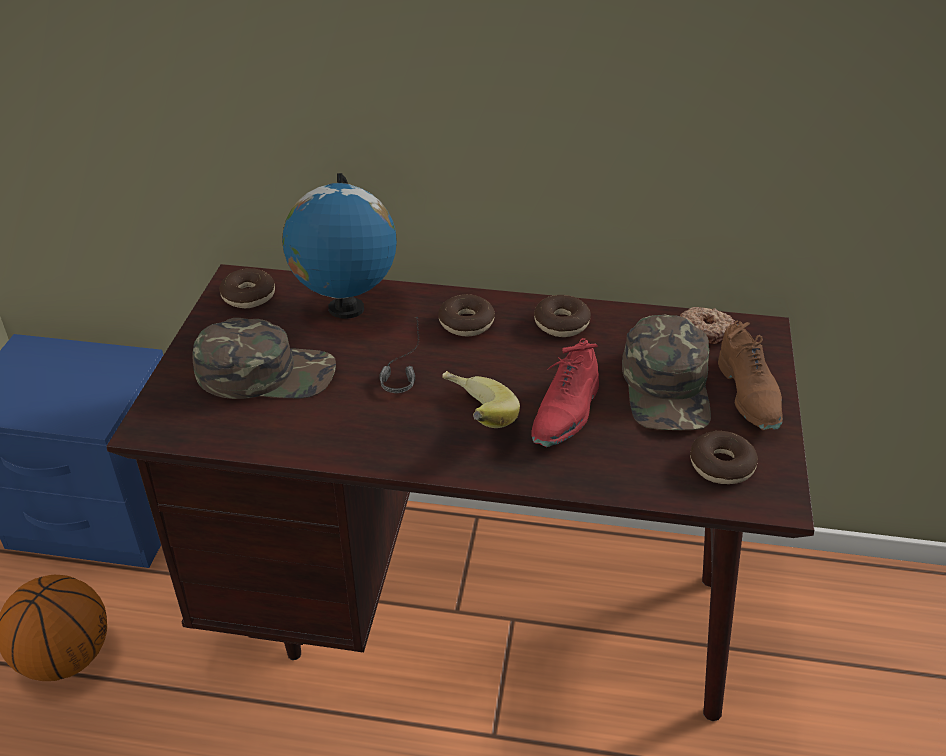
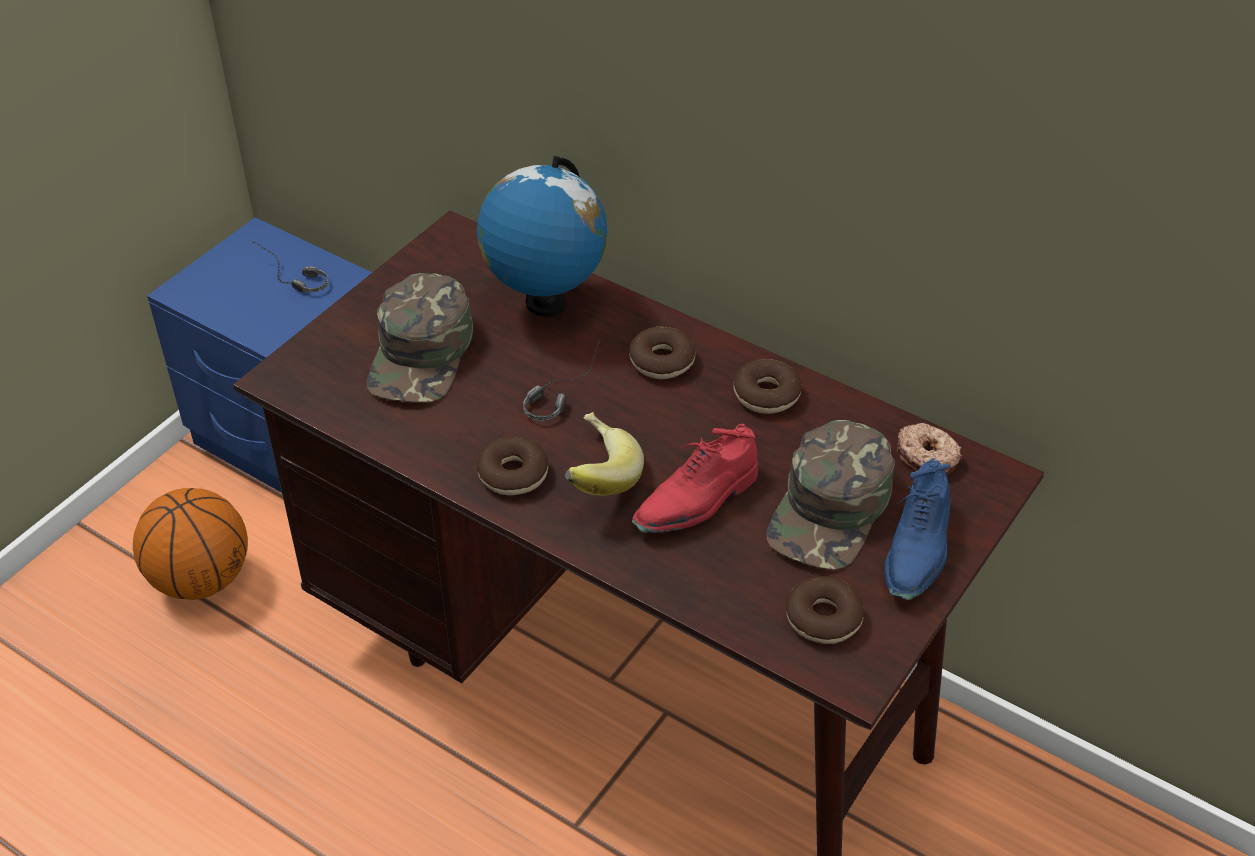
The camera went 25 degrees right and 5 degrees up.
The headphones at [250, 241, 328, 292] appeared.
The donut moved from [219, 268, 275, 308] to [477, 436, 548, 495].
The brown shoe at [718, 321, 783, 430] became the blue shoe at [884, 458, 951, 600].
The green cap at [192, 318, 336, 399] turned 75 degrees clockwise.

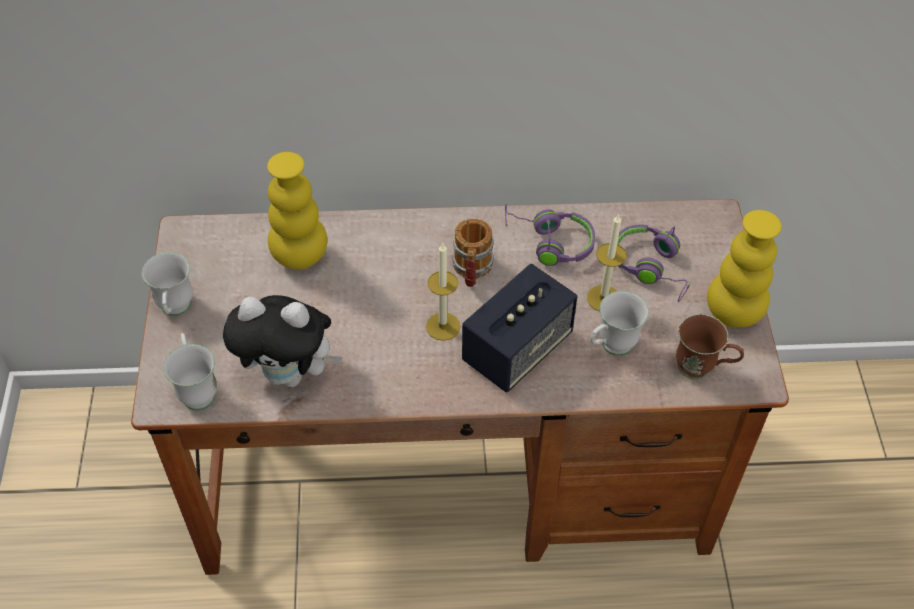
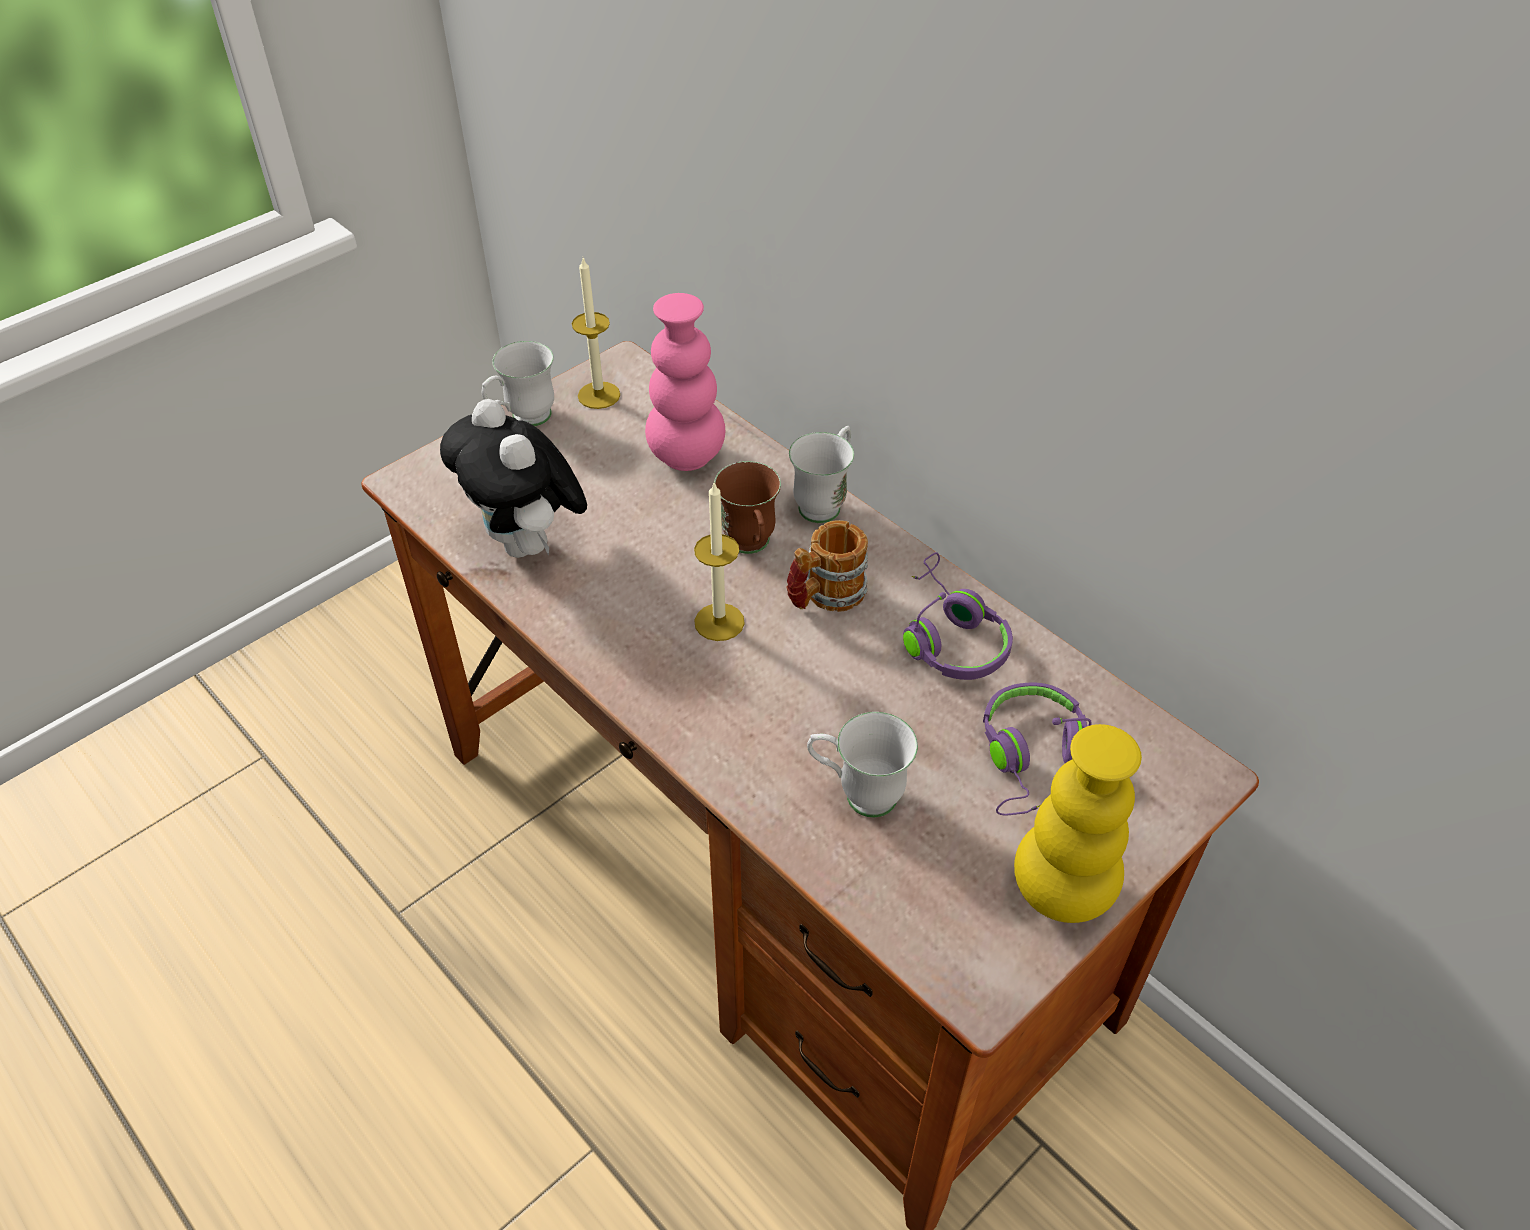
The camera went 50 degrees right and 5 degrees down.
The speaker at [462, 264, 577, 392] disappeared.
The white mug moved from [163, 333, 217, 410] to [789, 426, 854, 523].
The candle moved from [587, 214, 627, 311] to [572, 258, 620, 409].
The brown mug moved from [676, 314, 744, 380] to [714, 461, 781, 554].
The yellow vase at [267, 152, 327, 270] became the pink vase at [645, 293, 725, 471].

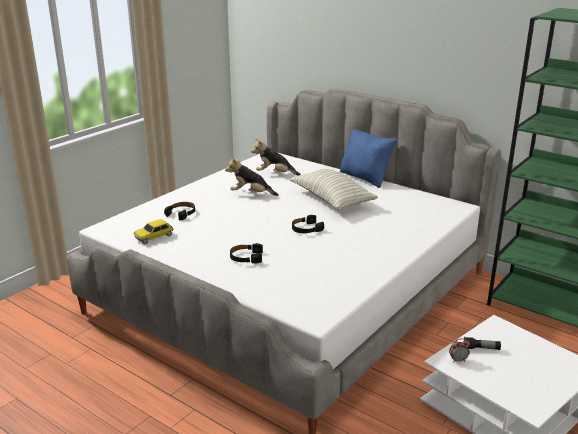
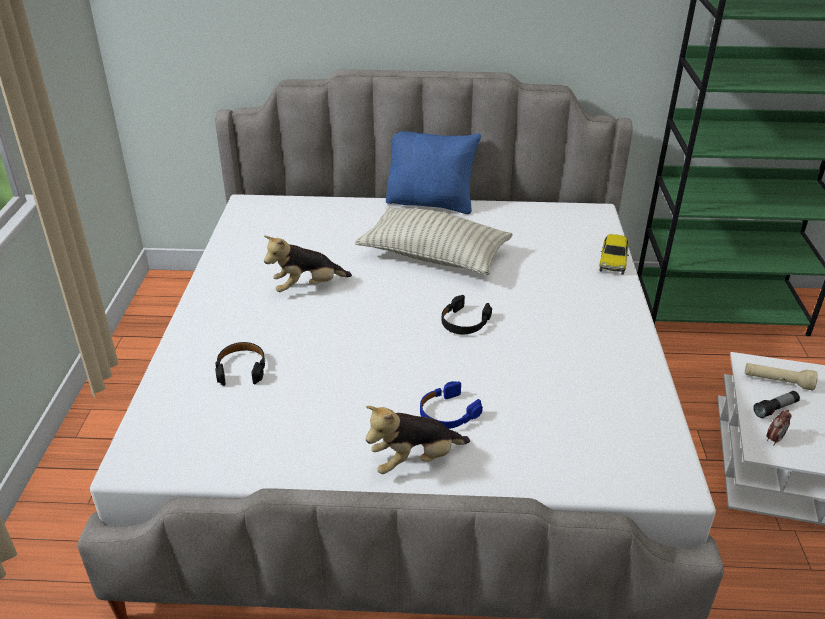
The camera went 35 degrees left and 10 degrees up.
The beige flashlight at [745, 363, 818, 390] appeared.
The toy car moved from [134, 219, 173, 244] to [599, 234, 629, 275].
The plush toy moved from [251, 139, 301, 176] to [366, 406, 470, 474].
The black headphones at [230, 243, 263, 264] became the blue headphones at [420, 381, 483, 429].

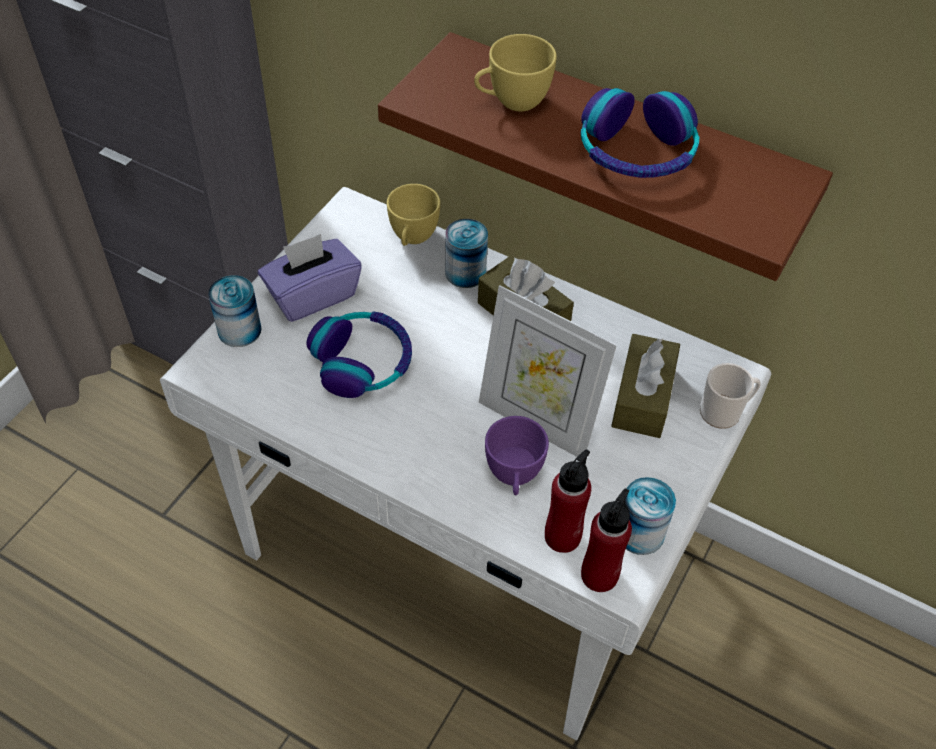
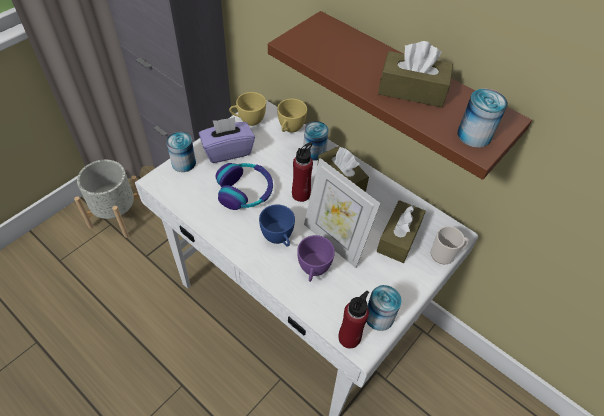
The camera went 10 degrees right and 0 degrees up.
The grey planter at [74, 160, 146, 238] appeared.
The blue cup at [259, 205, 295, 246] appeared.
The can at [457, 89, 508, 148] appeared.
The yellow cup moved from [474, 34, 557, 111] to [229, 92, 266, 126].
The red bottle moved from [545, 449, 592, 553] to [292, 142, 313, 202].
The headphones at [581, 88, 700, 178] was replaced by the brown tissue box at [378, 41, 453, 107].

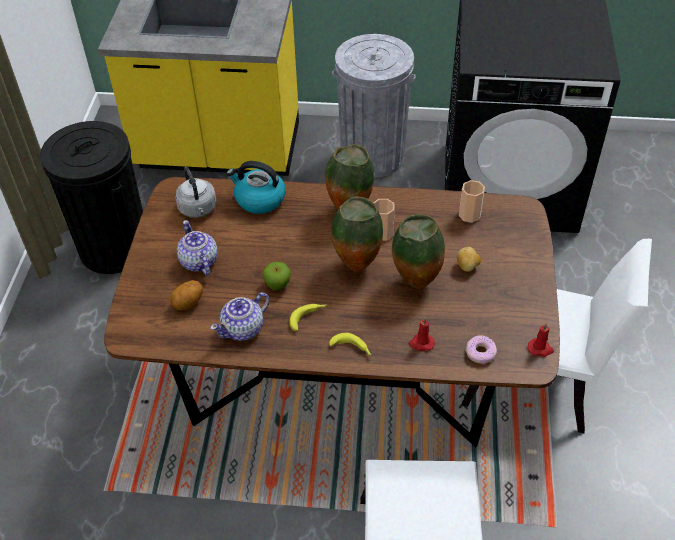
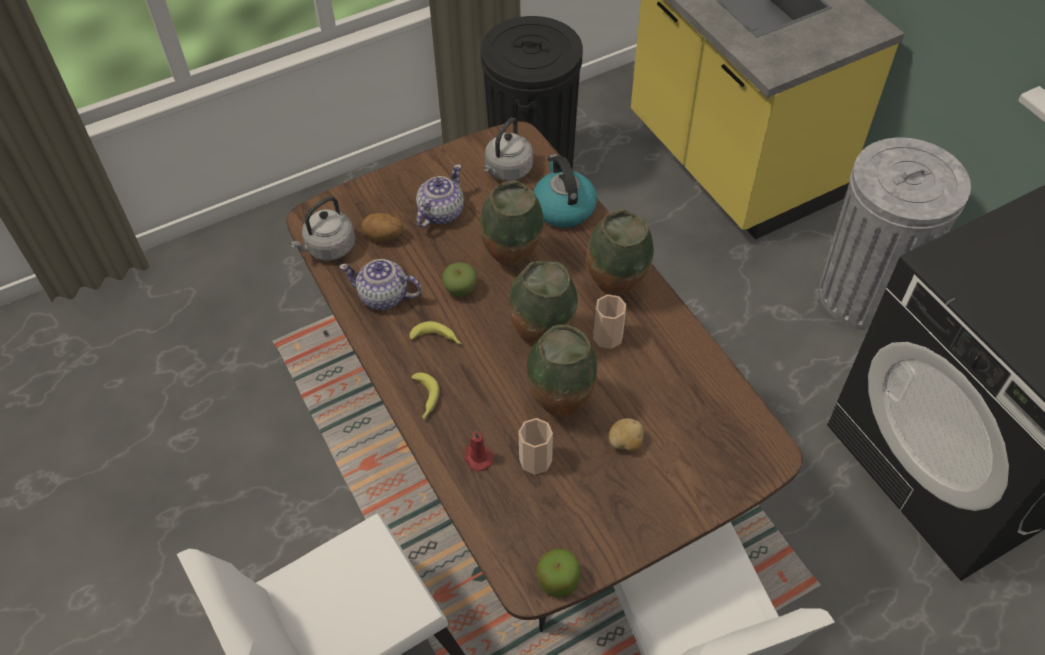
The camera went 55 degrees right and 5 degrees up.
The donut at [466, 336, 497, 364] disappeared.
The grey kettle at [290, 196, 355, 261] appeared.
The vase at [480, 180, 544, 266] appeared.
The cup moved from [459, 180, 485, 223] to [519, 418, 553, 475].
The red candle at [528, 323, 554, 357] was replaced by the apple at [537, 549, 580, 597].

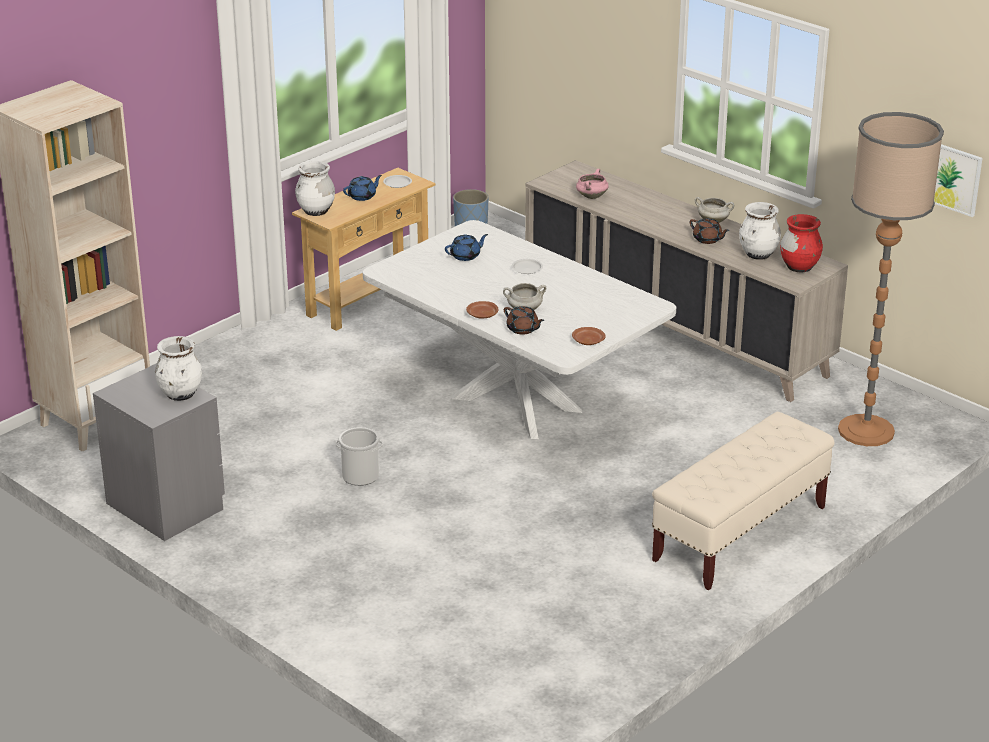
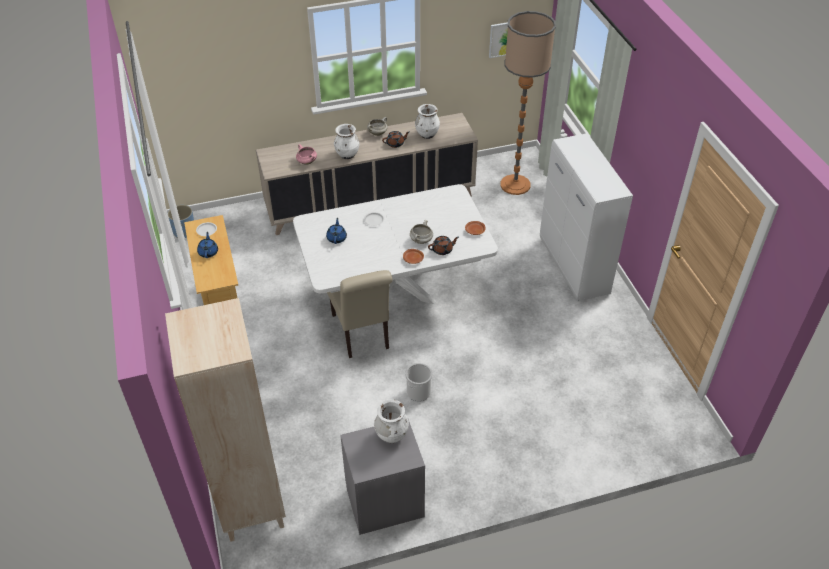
The camera went 60 degrees left and 15 degrees up.
The red vase at [780, 214, 823, 272] disappeared.
The beige chair at [327, 270, 392, 358] appeared.
The white vase moved from [295, 161, 335, 216] to [334, 124, 359, 159].
The beige bench at [652, 412, 835, 590] was replaced by the white cabinet at [540, 133, 633, 301].

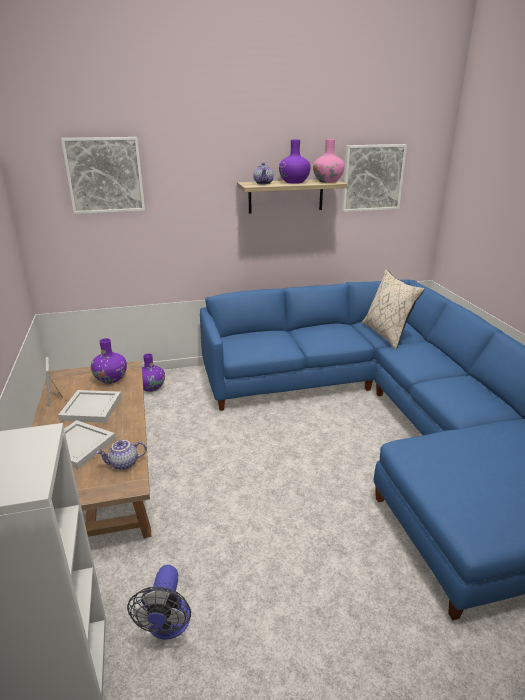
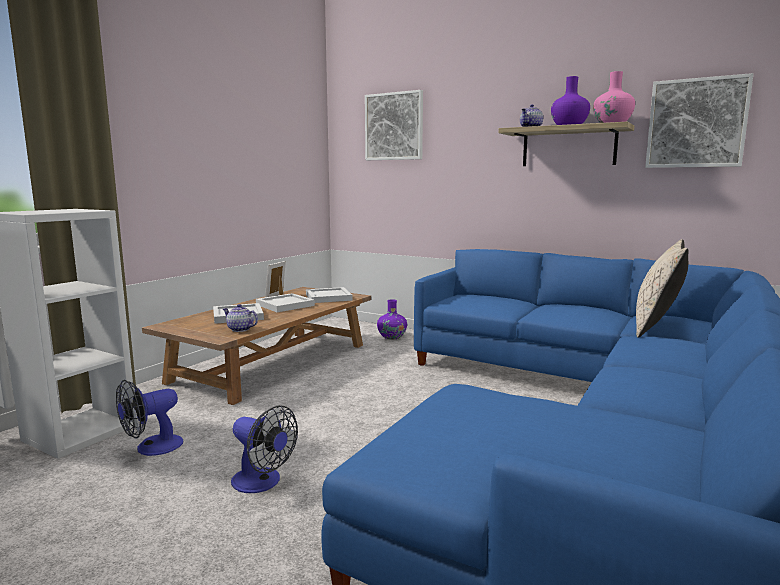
The camera went 45 degrees right and 15 degrees down.
The fan at [231, 405, 298, 493] appeared.
The purple vase at [91, 338, 127, 384] was replaced by the white tray at [306, 287, 352, 303].

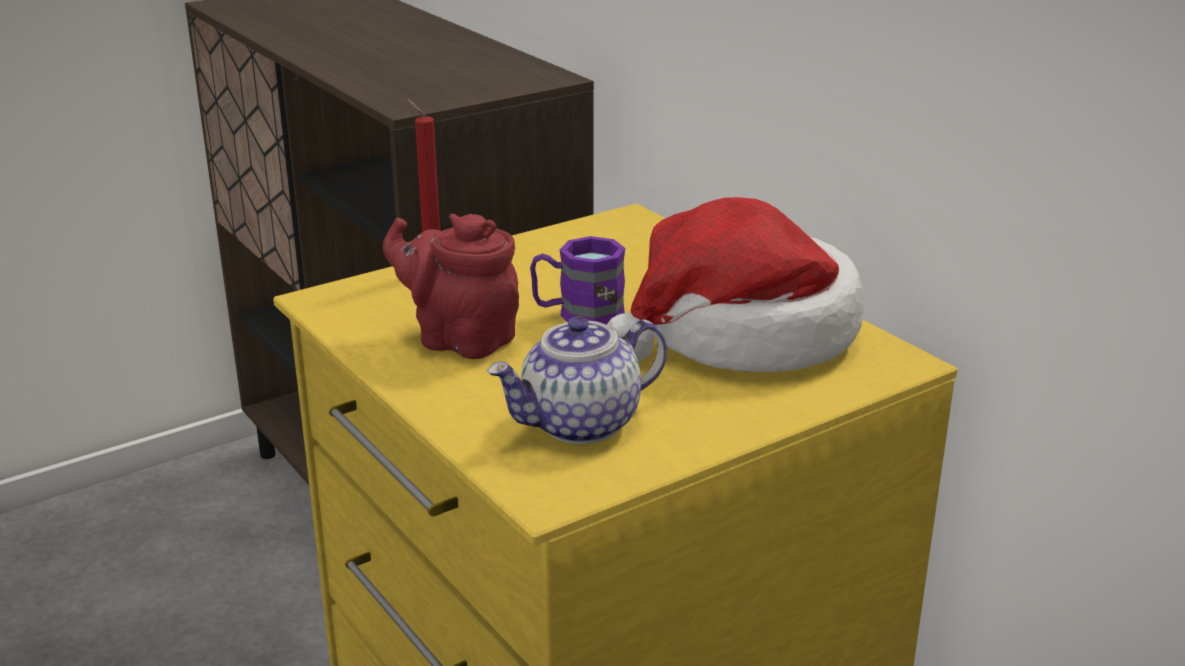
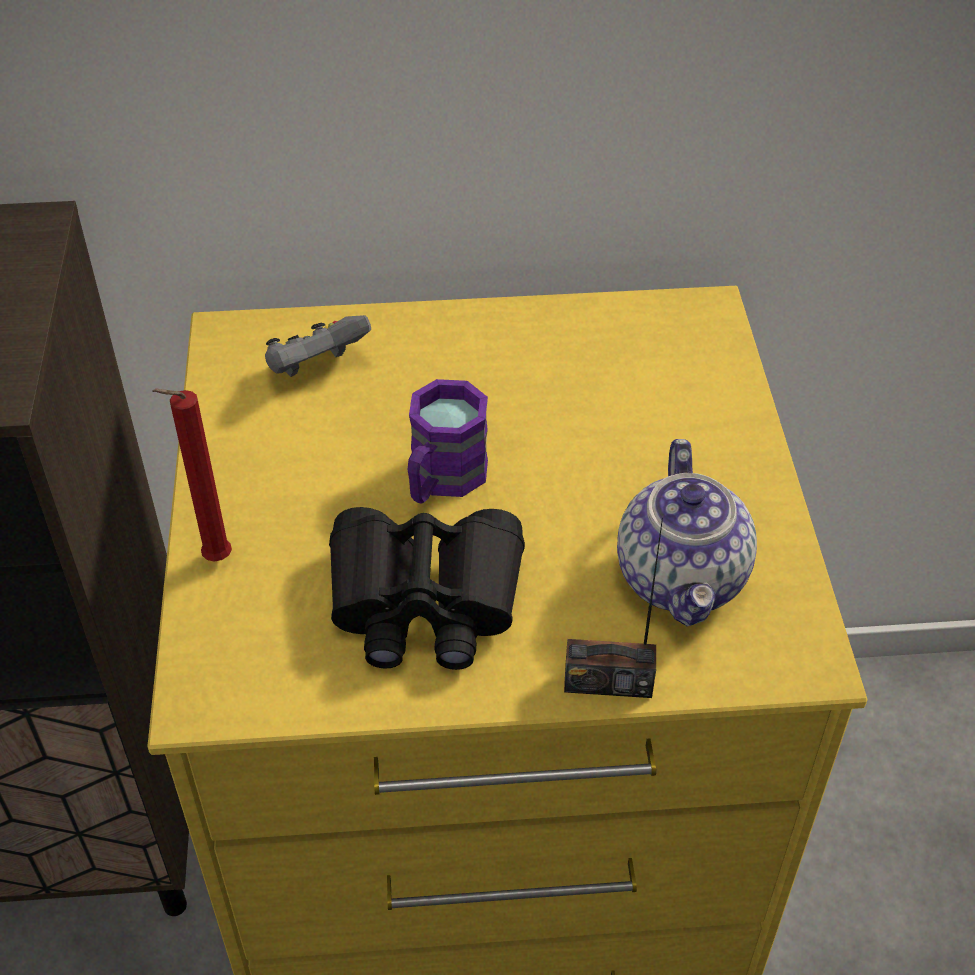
The camera went 60 degrees left and 20 degrees up.
The hat at [607, 197, 863, 373] disappeared.
The grey game controller at [265, 315, 371, 377] appeared.
The radio at [564, 518, 663, 698] appeared.
The red teapot at [383, 214, 519, 359] was replaced by the black binoculars at [329, 507, 525, 670].

